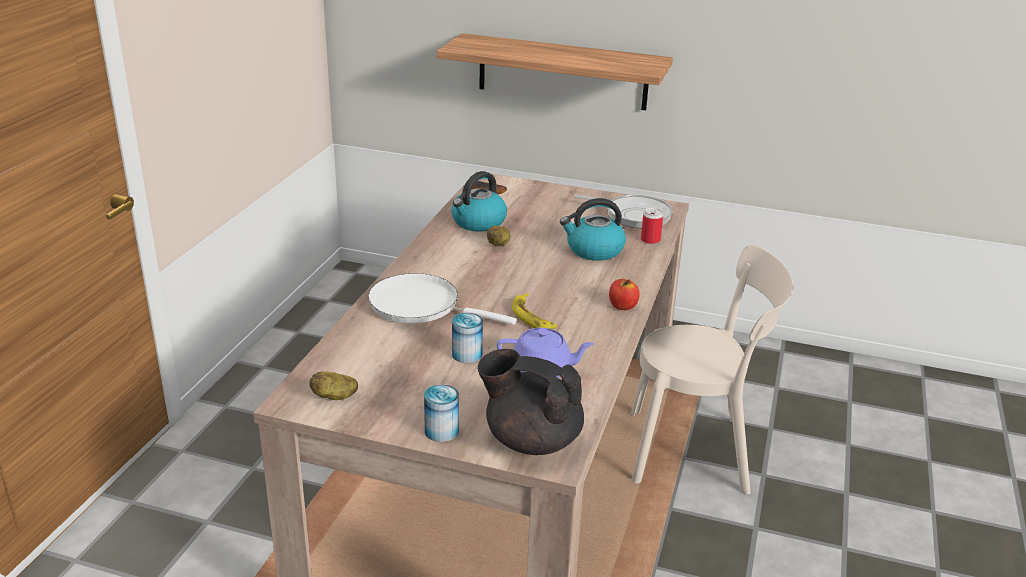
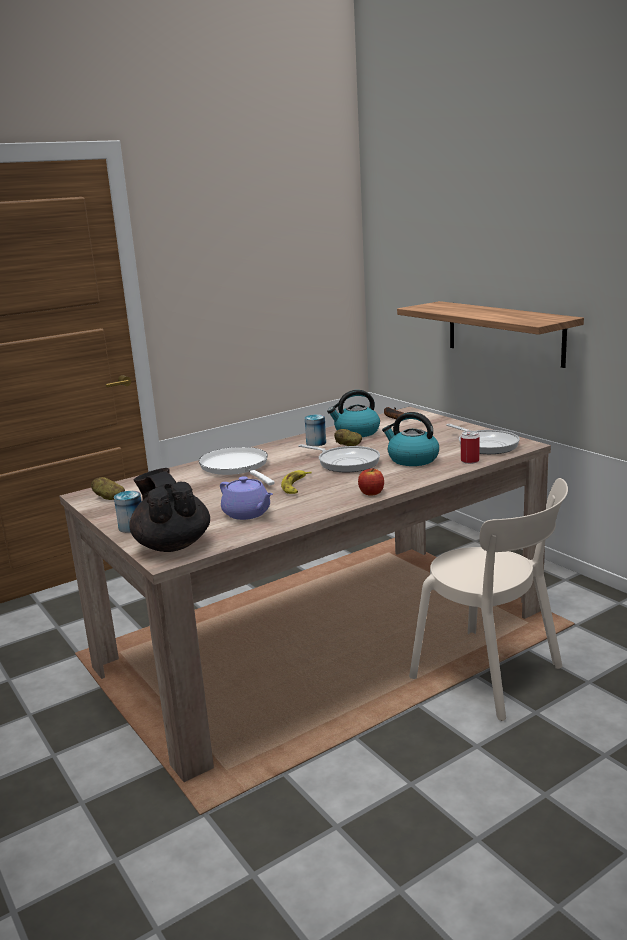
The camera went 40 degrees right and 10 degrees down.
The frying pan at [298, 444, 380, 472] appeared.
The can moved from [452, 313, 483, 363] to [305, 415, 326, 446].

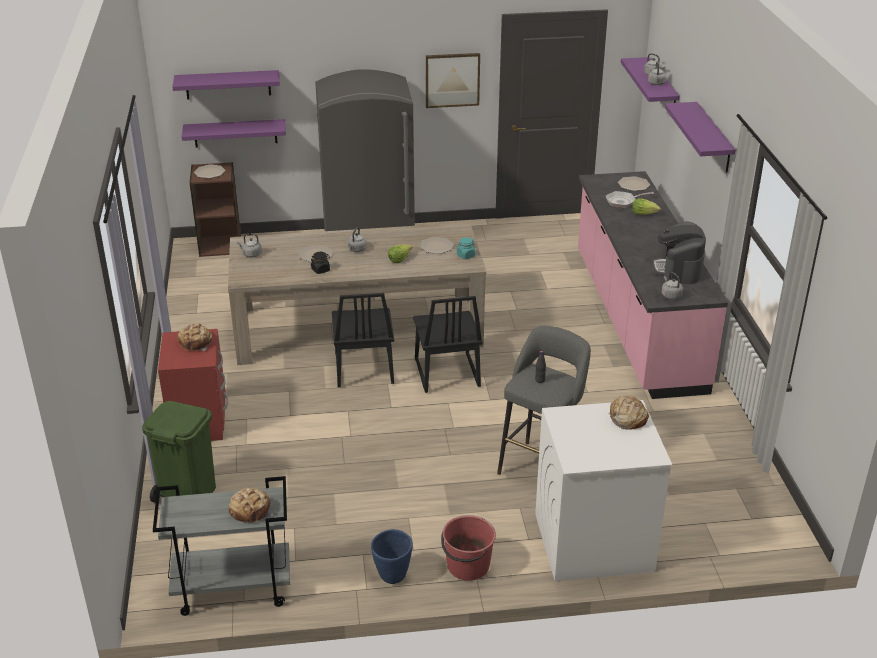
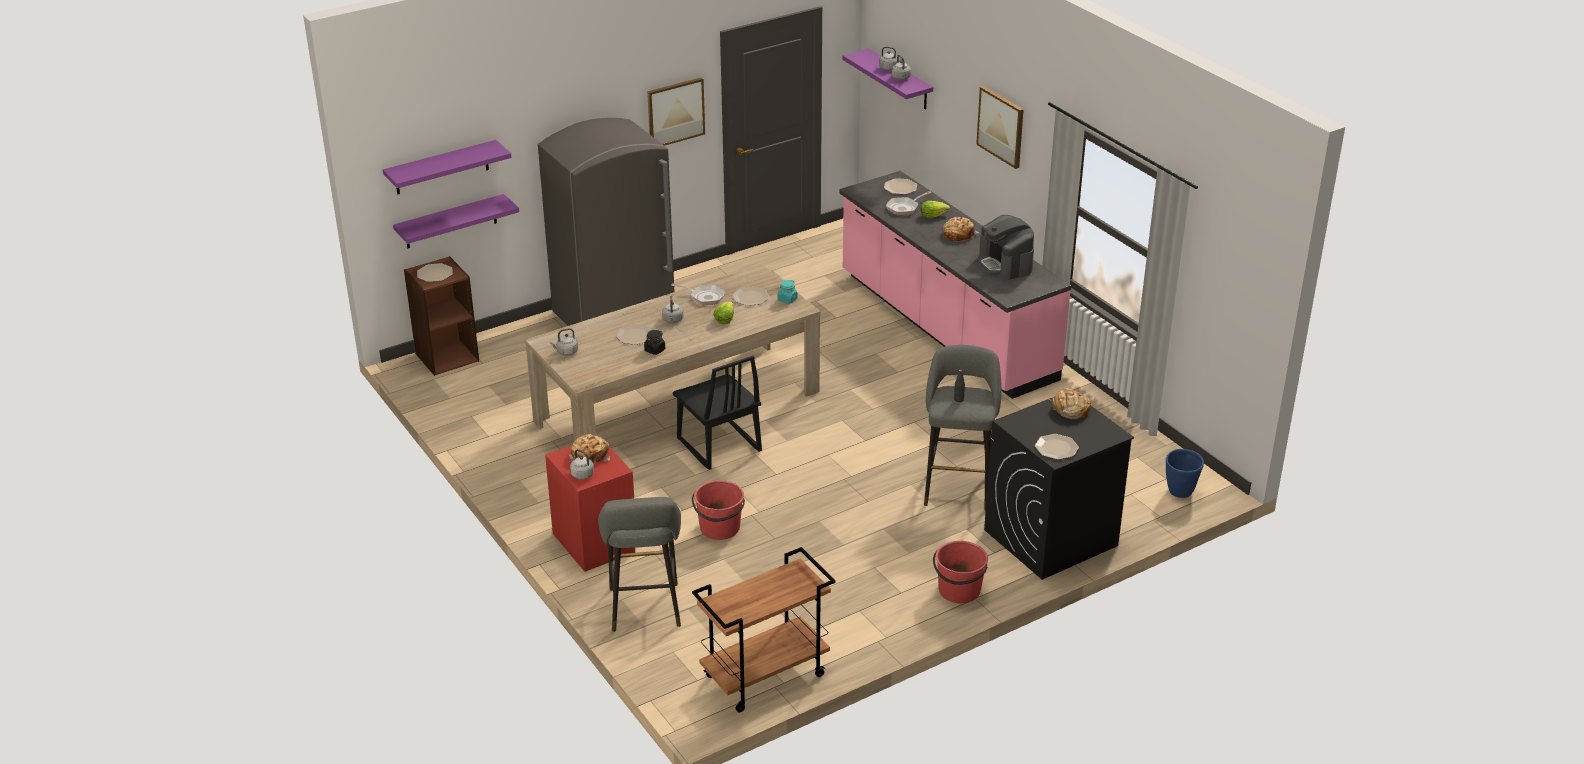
The camera went 25 degrees left and 0 degrees up.
The black chair at [413, 296, 483, 393] disappeared.
The frying pan at [671, 283, 726, 305] appeared.
The red bucket at [692, 480, 745, 540] appeared.
The plate at [1035, 434, 1079, 460] appeared.
The bread moved from [228, 487, 274, 523] to [943, 217, 979, 242].
The blue planter moved from [371, 529, 413, 584] to [1166, 449, 1204, 498].
The grey kettle moved from [661, 272, 683, 299] to [569, 449, 594, 479].
The green trash can at [142, 401, 216, 502] was replaced by the grey stool at [598, 497, 681, 632].
The purple shelf at [665, 102, 735, 173] was replaced by the picture at [976, 86, 1024, 169].
The grey cart at [153, 476, 290, 616] became the brown cart at [692, 547, 836, 712].
The white washing machine at [535, 400, 672, 581] became the black washing machine at [984, 397, 1134, 580].

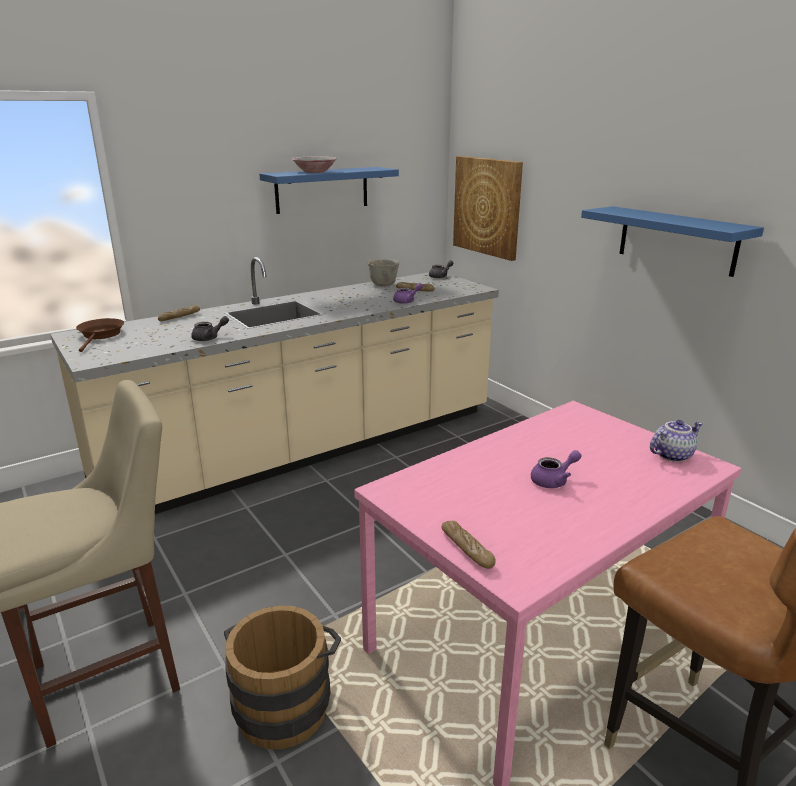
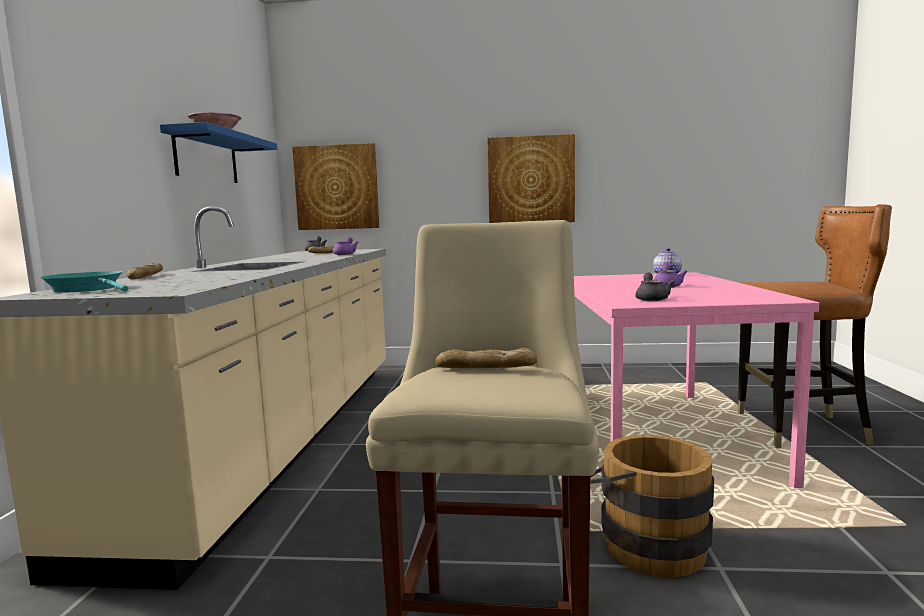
The camera went 50 degrees left and 15 degrees down.
The grey bowl at [368, 259, 399, 286] disappeared.
The grey teapot moved from [191, 316, 229, 341] to [635, 273, 675, 301].
The bread moved from [442, 521, 496, 569] to [435, 348, 537, 368].
The blue shelf at [581, 206, 764, 277] was replaced by the picture at [487, 134, 575, 223].
The brown frying pan at [76, 318, 124, 352] became the turquoise frying pan at [40, 271, 128, 293].

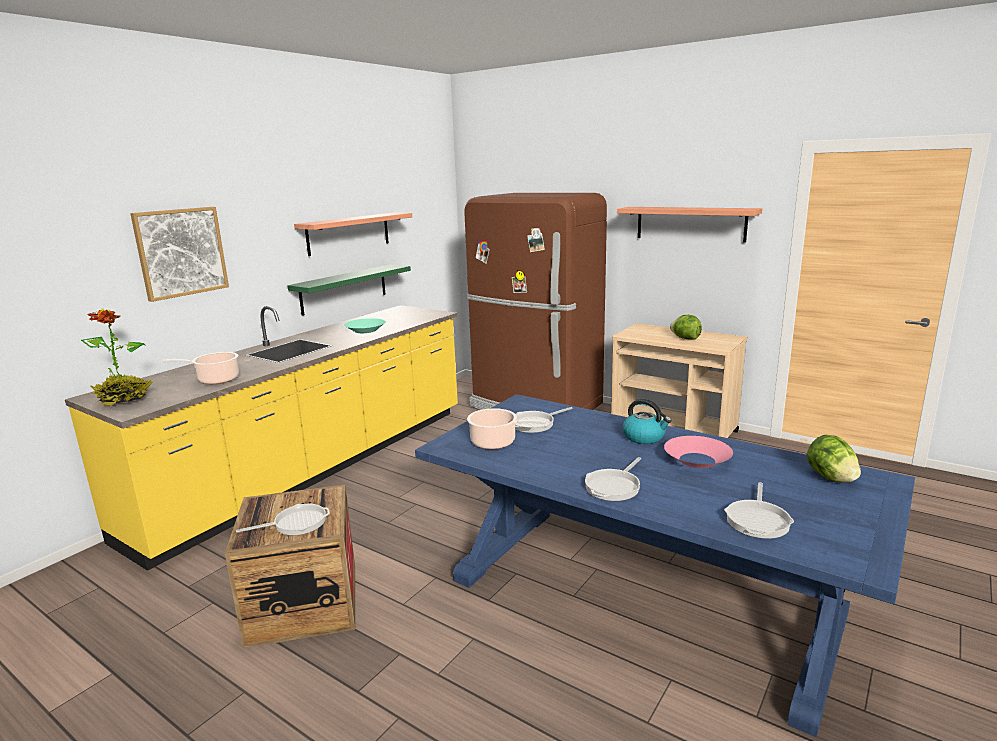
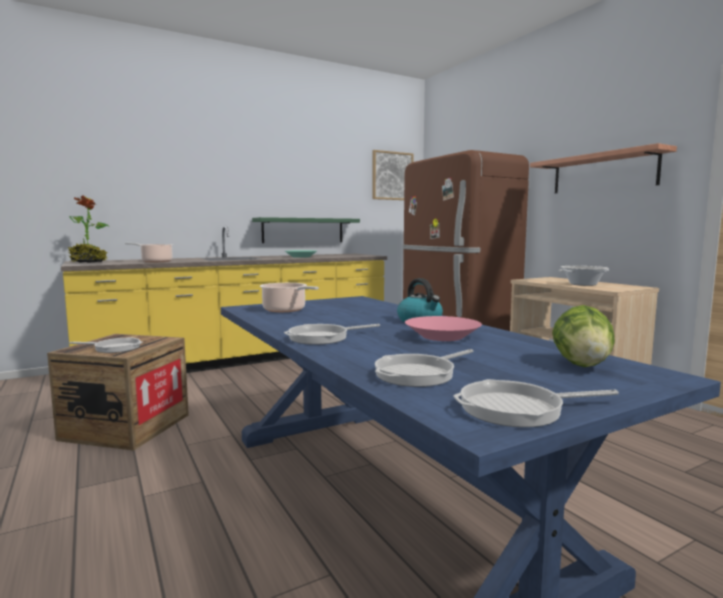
The camera went 25 degrees right and 10 degrees down.
The shelf at [294, 213, 412, 256] disappeared.
The picture moved from [130, 207, 229, 302] to [372, 150, 414, 200].
The frying pan moved from [515, 407, 573, 433] to [453, 379, 619, 427].
The lettuce at [670, 315, 702, 339] was replaced by the cooking pot at [559, 266, 609, 286].

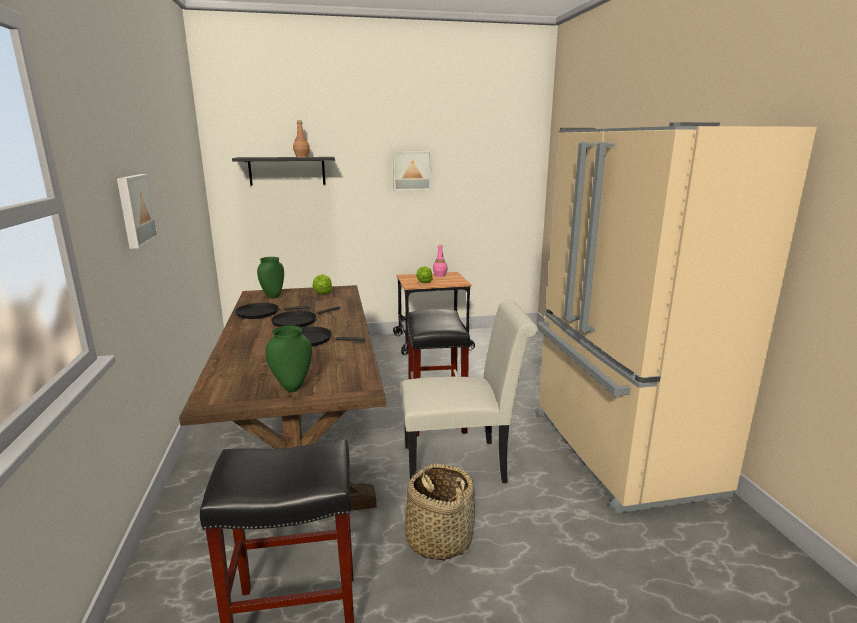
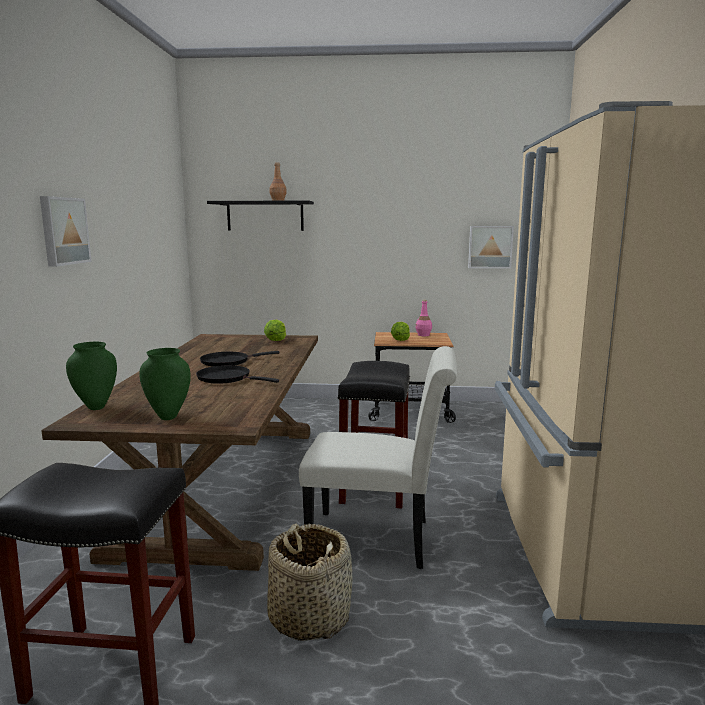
The camera went 15 degrees right and 5 degrees down.
The black frying pan at [235, 303, 310, 319] disappeared.
The green vase moved from [257, 257, 284, 298] to [66, 342, 117, 410].
The picture moved from [393, 151, 431, 191] to [468, 226, 514, 269].

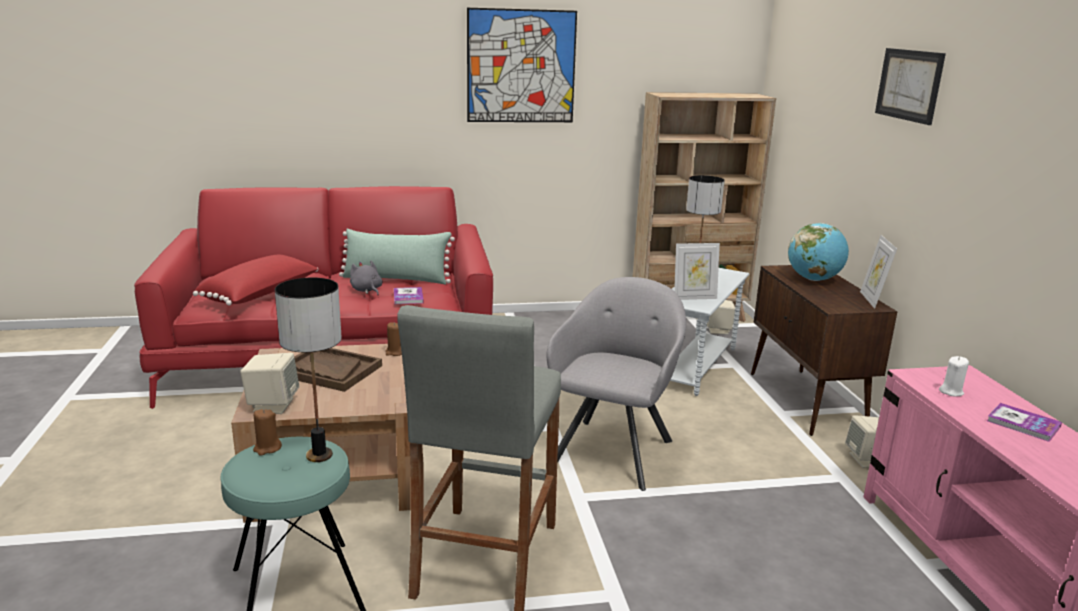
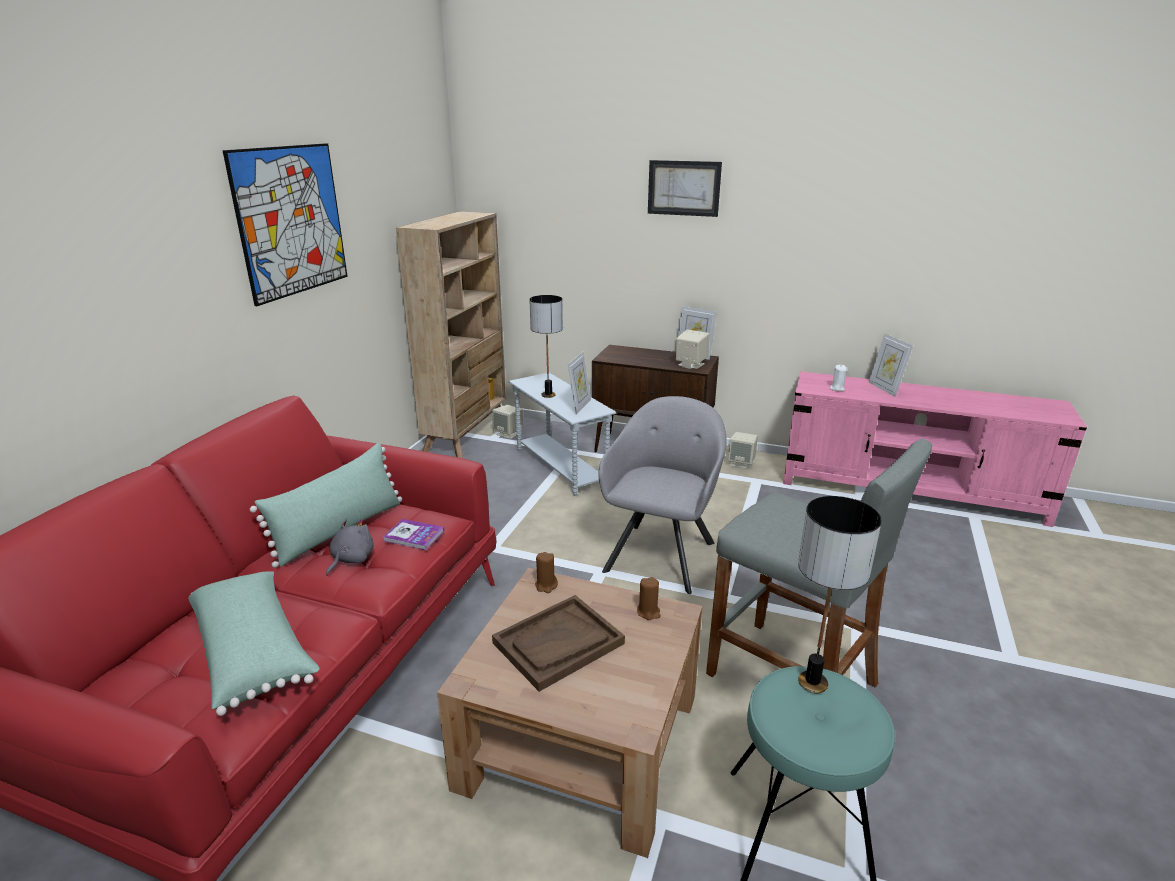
The camera went 60 degrees left and 5 degrees up.
The globe at [788, 223, 849, 281] disappeared.
The beige speaker moved from [240, 353, 299, 414] to [676, 329, 709, 369].
The brown candle moved from [253, 409, 282, 456] to [637, 577, 661, 620].
The book at [987, 403, 1062, 442] was replaced by the picture frame at [869, 334, 913, 397].
The red pillow at [193, 254, 318, 306] became the green pillow at [188, 571, 320, 716].
The grey plush toy at [350, 261, 382, 295] turned 120 degrees clockwise.
The grey armchair at [547, 277, 686, 491] turned 60 degrees clockwise.

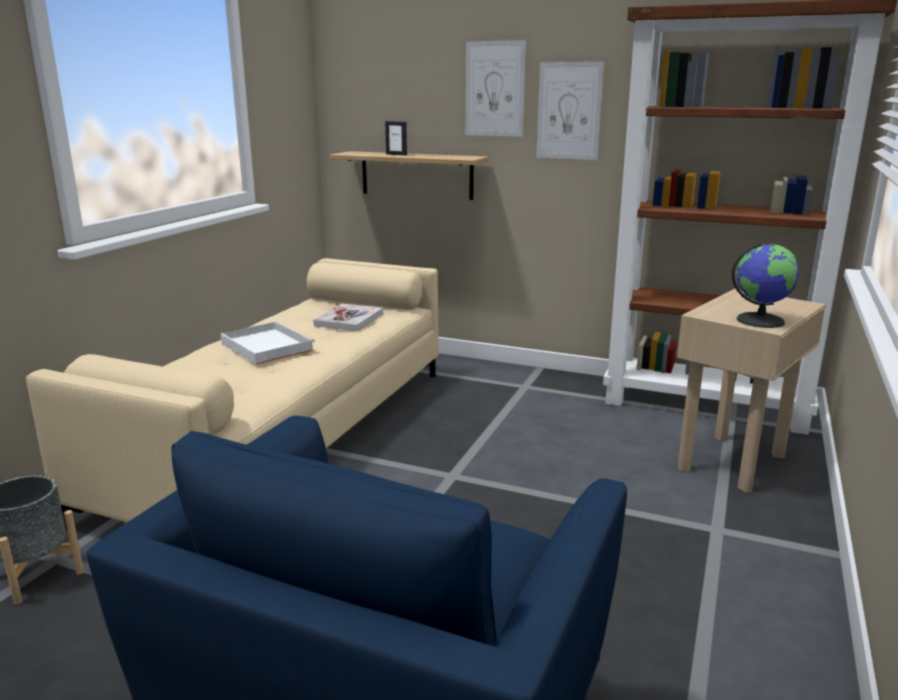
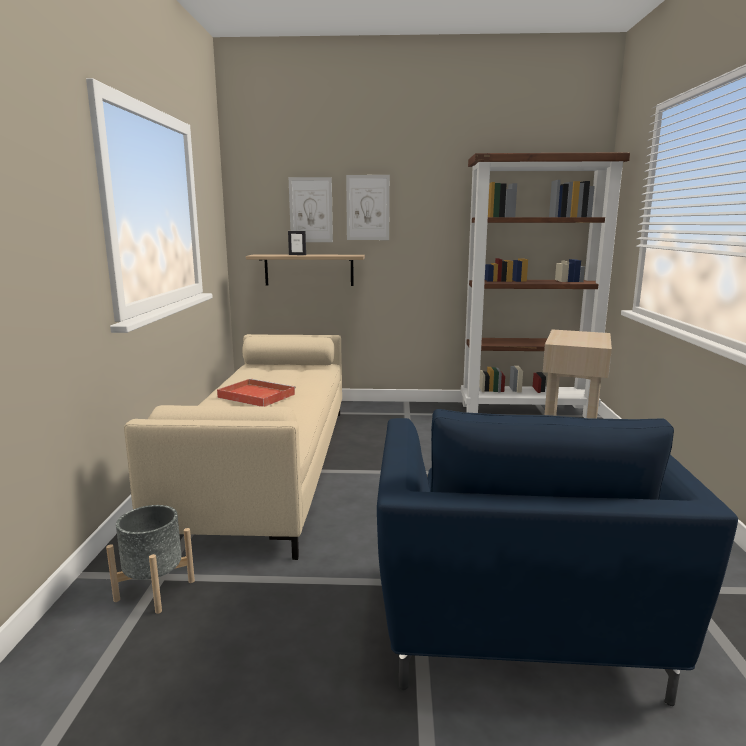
The camera went 20 degrees left and 5 degrees down.
The book at [313, 304, 383, 331] disappeared.
The globe at [731, 244, 799, 328] disappeared.
The picture moved from [536, 62, 604, 160] to [289, 177, 333, 242].
The white tray at [221, 322, 315, 364] became the red tray at [217, 379, 296, 407].

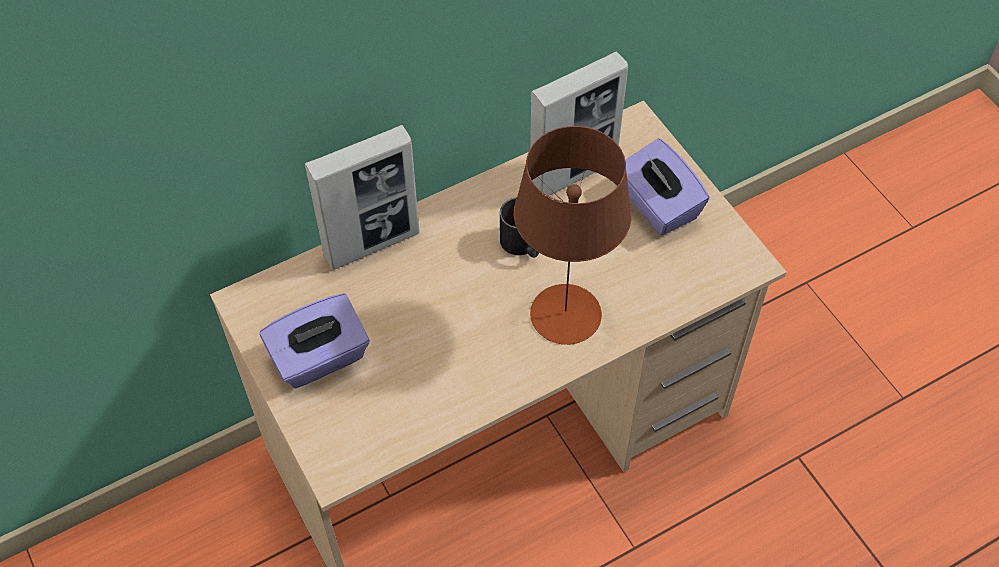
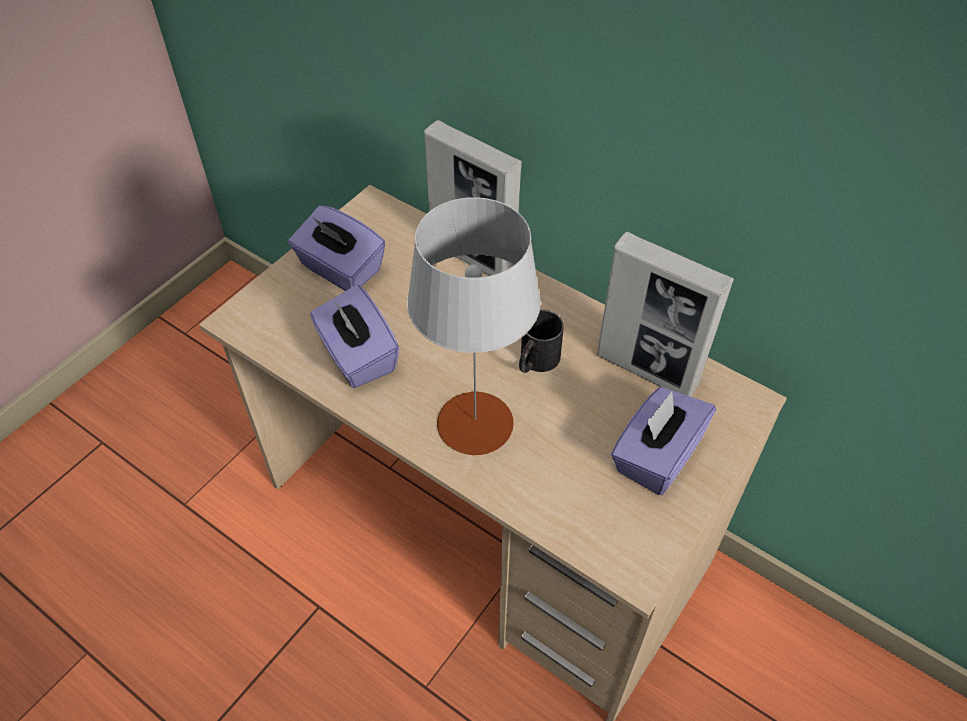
The camera went 65 degrees right and 5 degrees down.
The purple tissue box at [310, 285, 400, 388] appeared.
The brown table lamp at [514, 126, 632, 345] became the grey table lamp at [407, 197, 541, 455].

